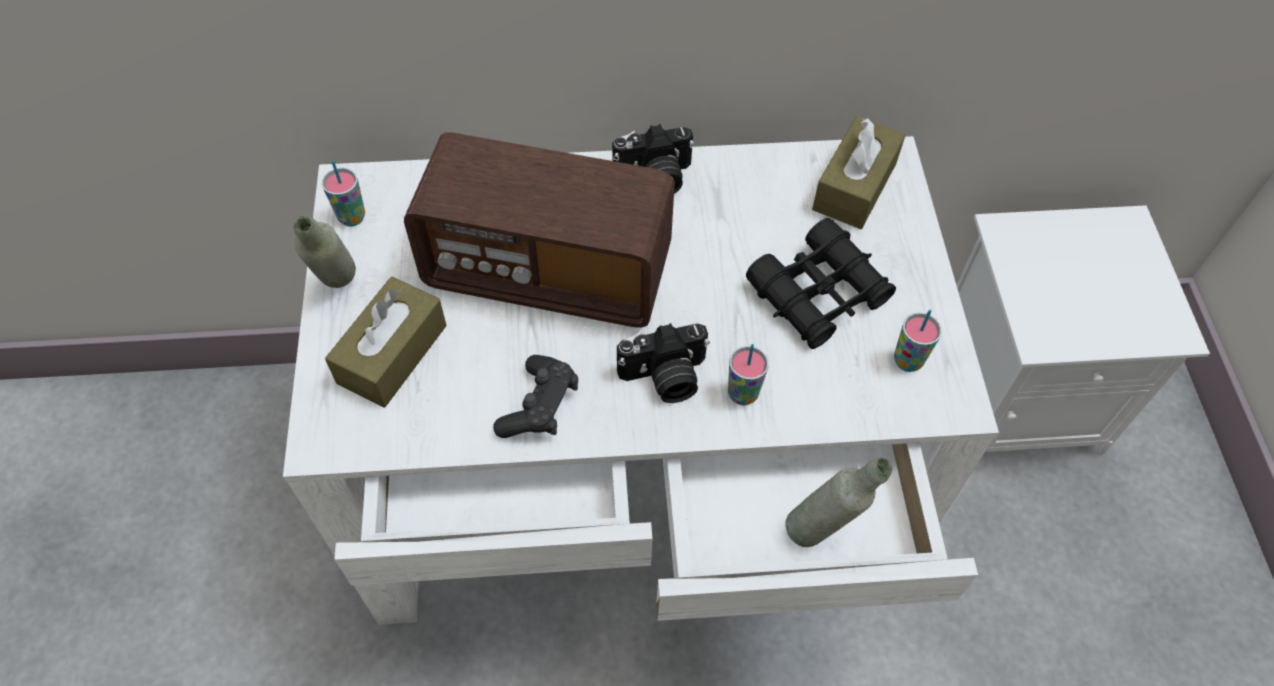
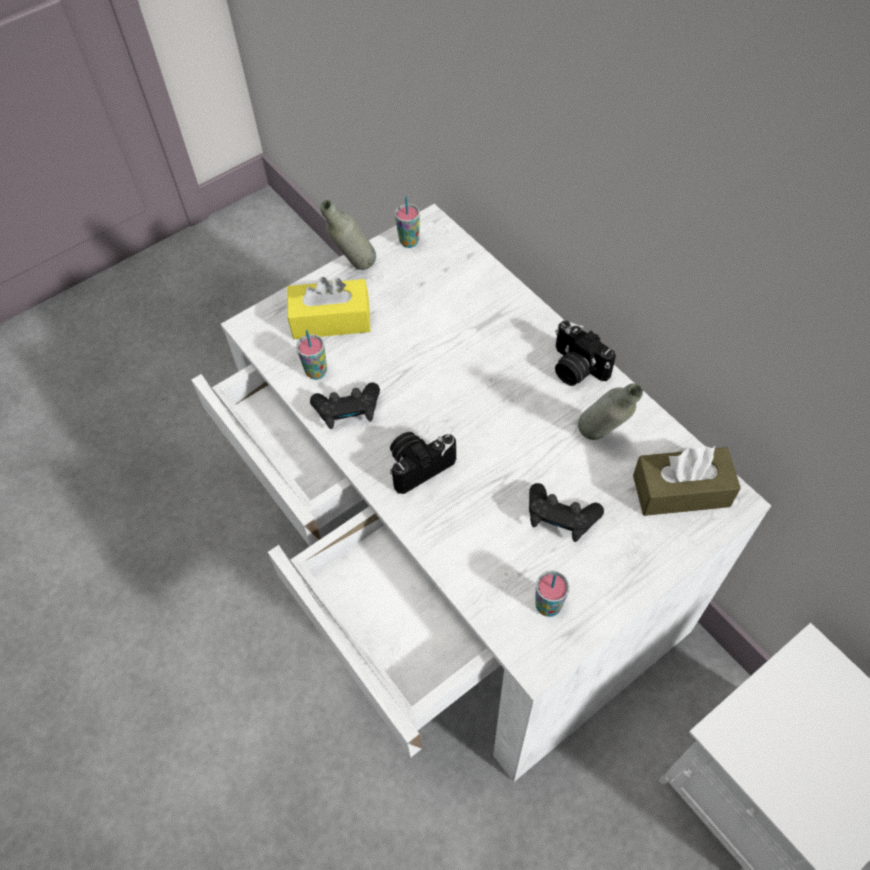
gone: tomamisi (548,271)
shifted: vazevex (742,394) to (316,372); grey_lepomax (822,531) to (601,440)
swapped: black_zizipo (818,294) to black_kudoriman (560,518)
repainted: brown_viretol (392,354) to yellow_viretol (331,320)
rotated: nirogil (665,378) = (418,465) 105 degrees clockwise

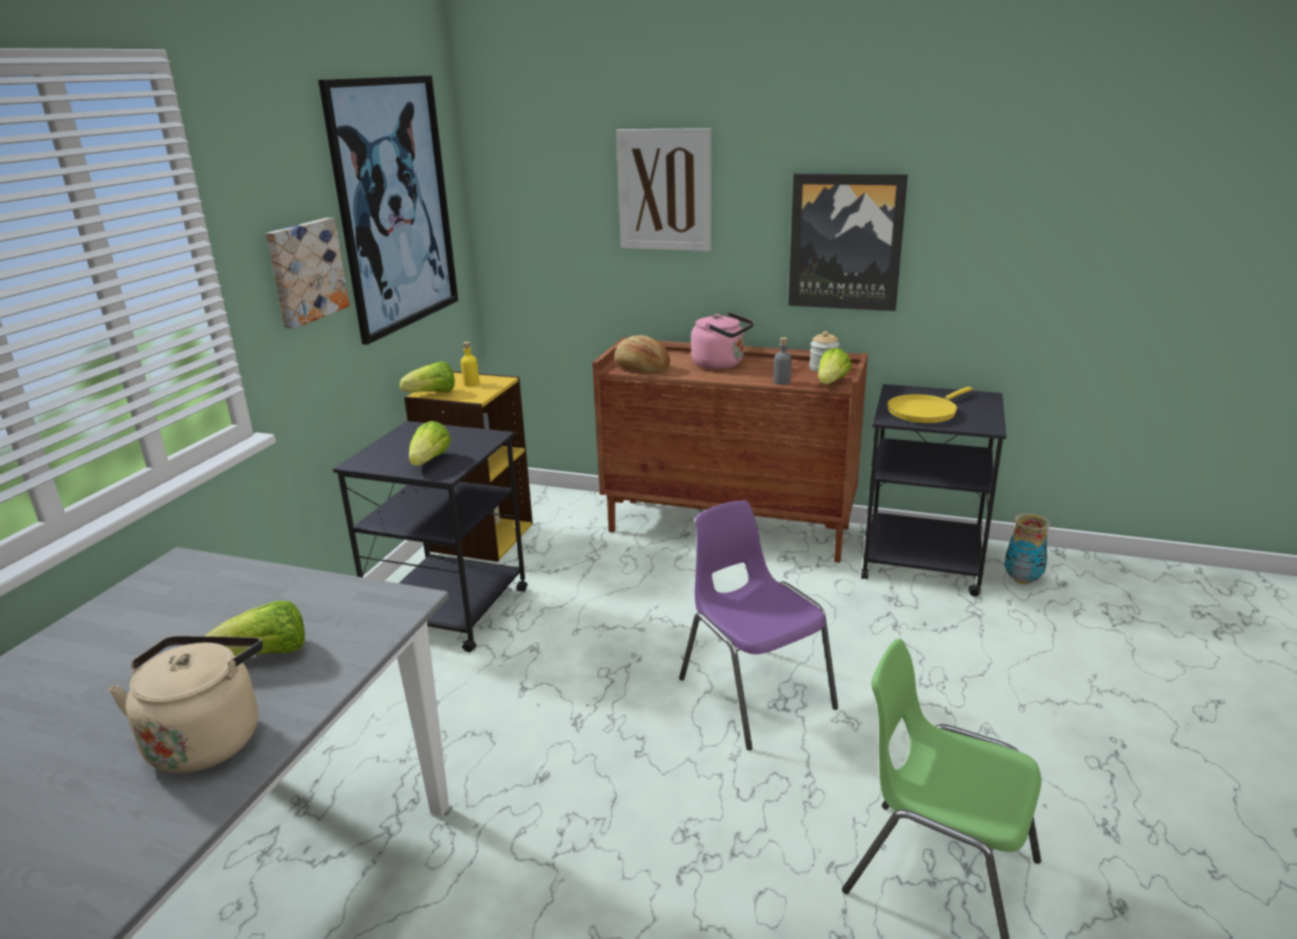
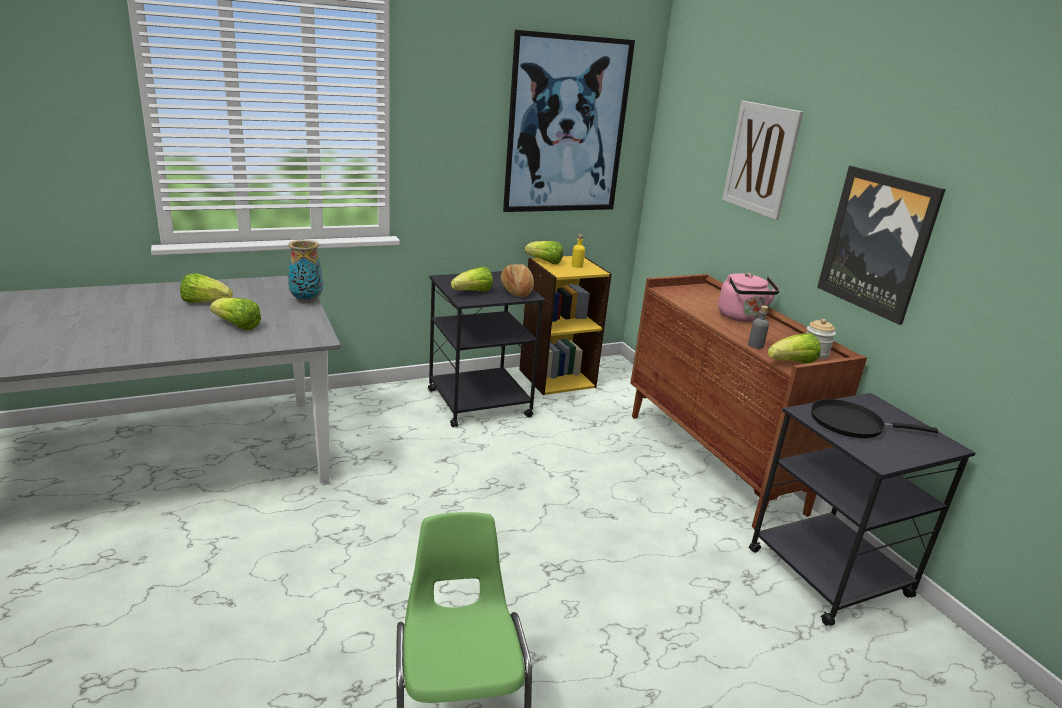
gone: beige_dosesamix (207,738); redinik (305,271); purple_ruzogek (754,692)
new: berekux (205,303)
shifted: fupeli (1022,580) to (307,300); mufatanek (641,368) to (517,290)
repainted: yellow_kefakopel (924,411) to black_kefakopel (851,424)

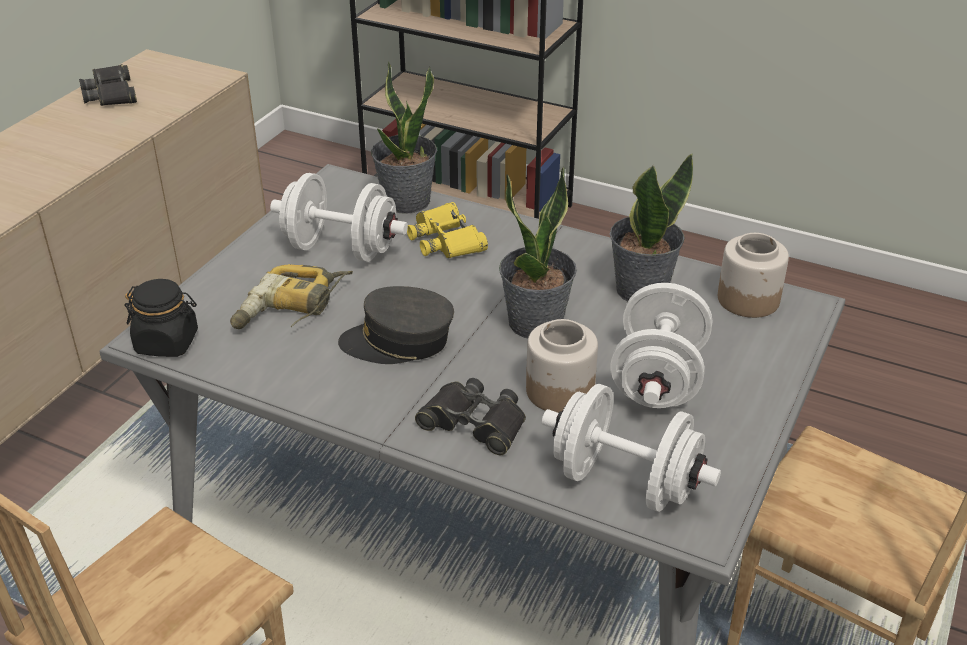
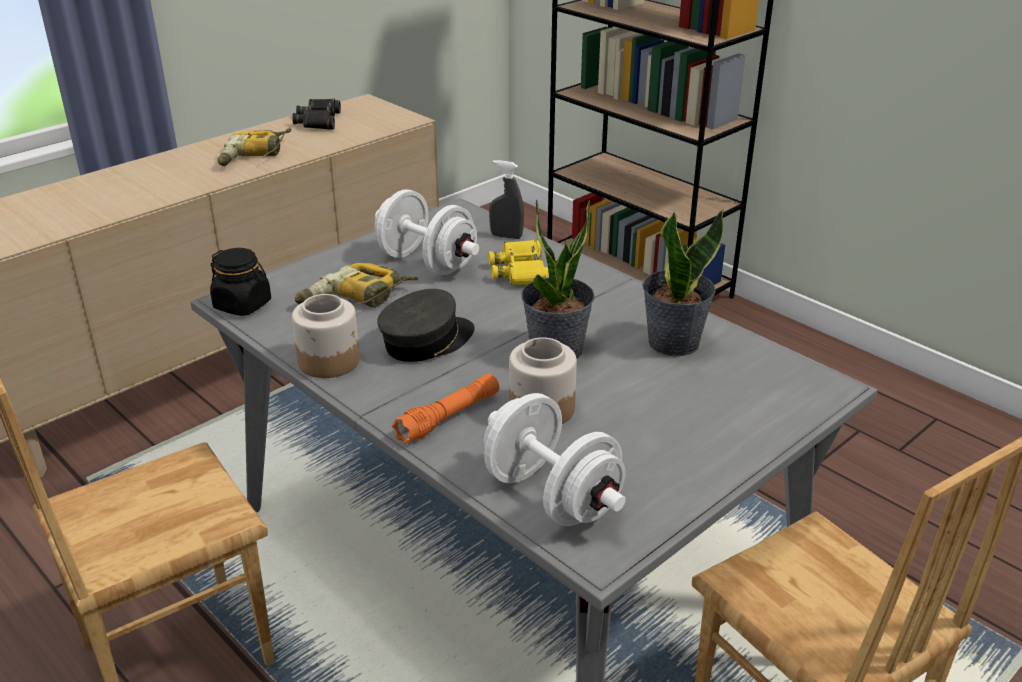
gone: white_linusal (658,379)
new: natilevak (255,156)
shifted: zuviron (748,299) to (329,361)
swapped: black_zizipo (474,423) to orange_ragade (448,417); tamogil (406,202) to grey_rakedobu (506,236)
rotated: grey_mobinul (398,342) = (427,341) 120 degrees clockwise

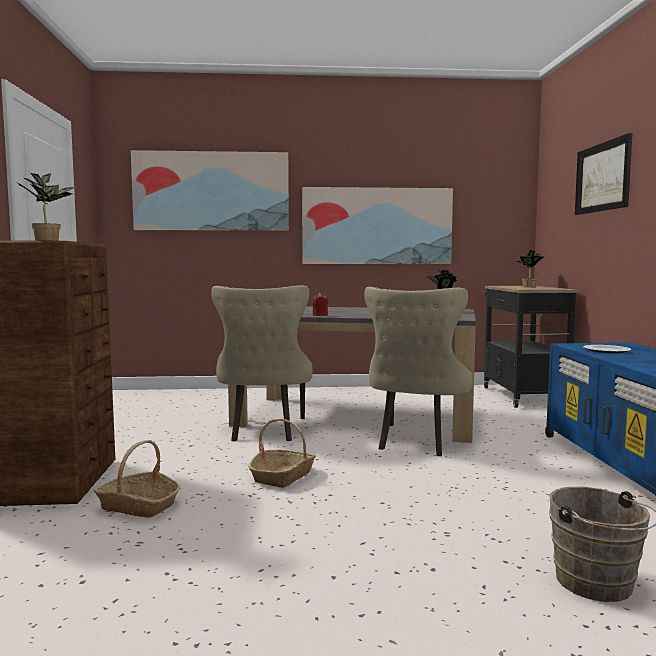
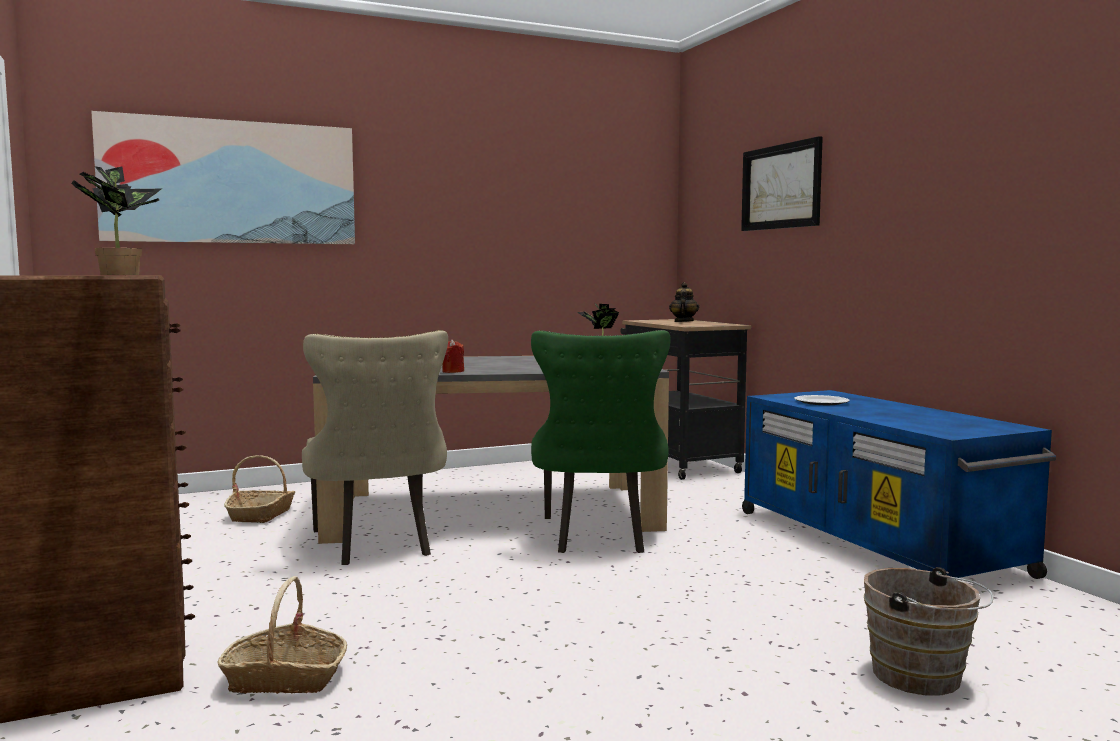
gone: redinik (377,226)
shifted: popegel (283,476) to (261,514)
swapped: tamogil (529,287) to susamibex (683,322)
repainted: beige_ruzogek (417,440) to green_ruzogek (598,535)

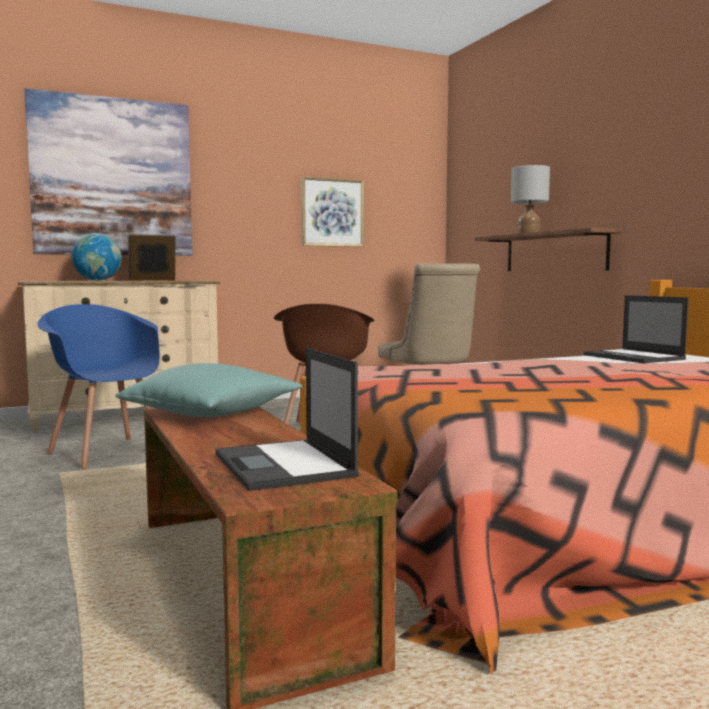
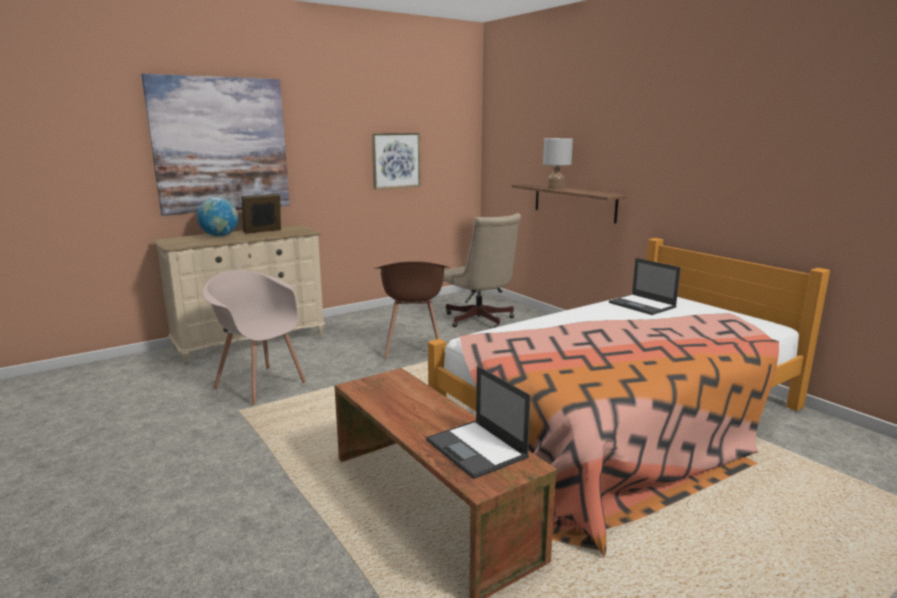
gone: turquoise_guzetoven (212,413)
repainted: blue_ruzogek (106,453) to beige_ruzogek (260,385)

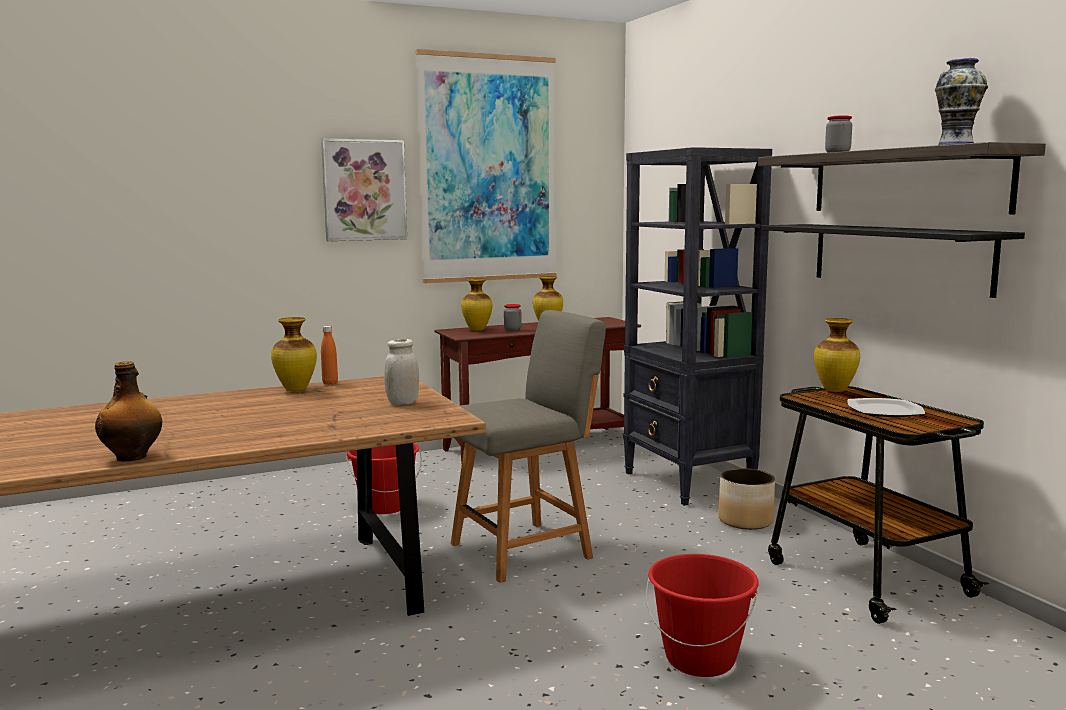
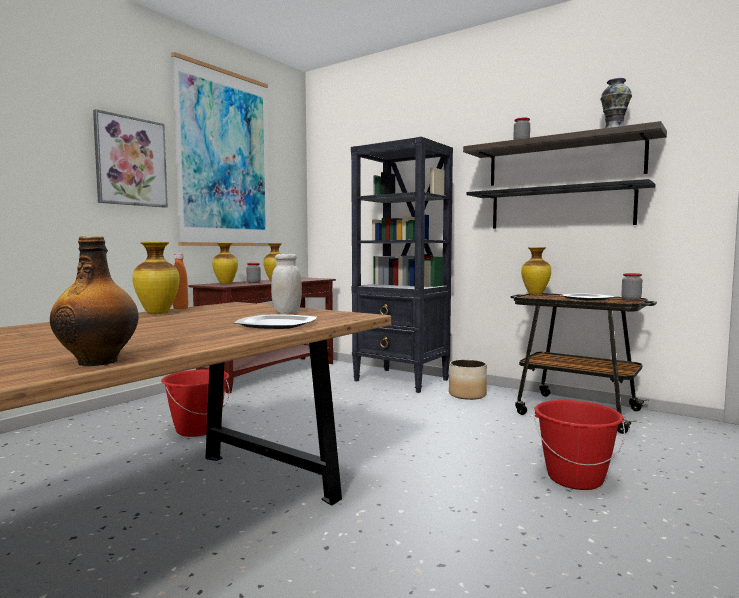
gone: grey_ruzogek (525,549)
new: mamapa (277,324); zuviron (631,299)

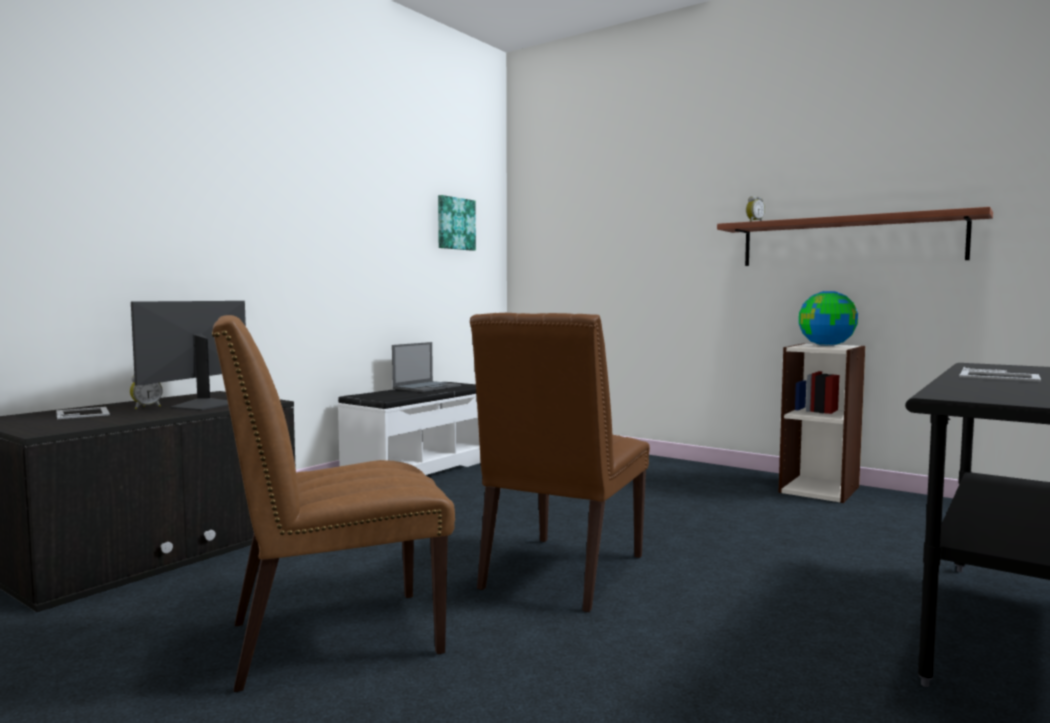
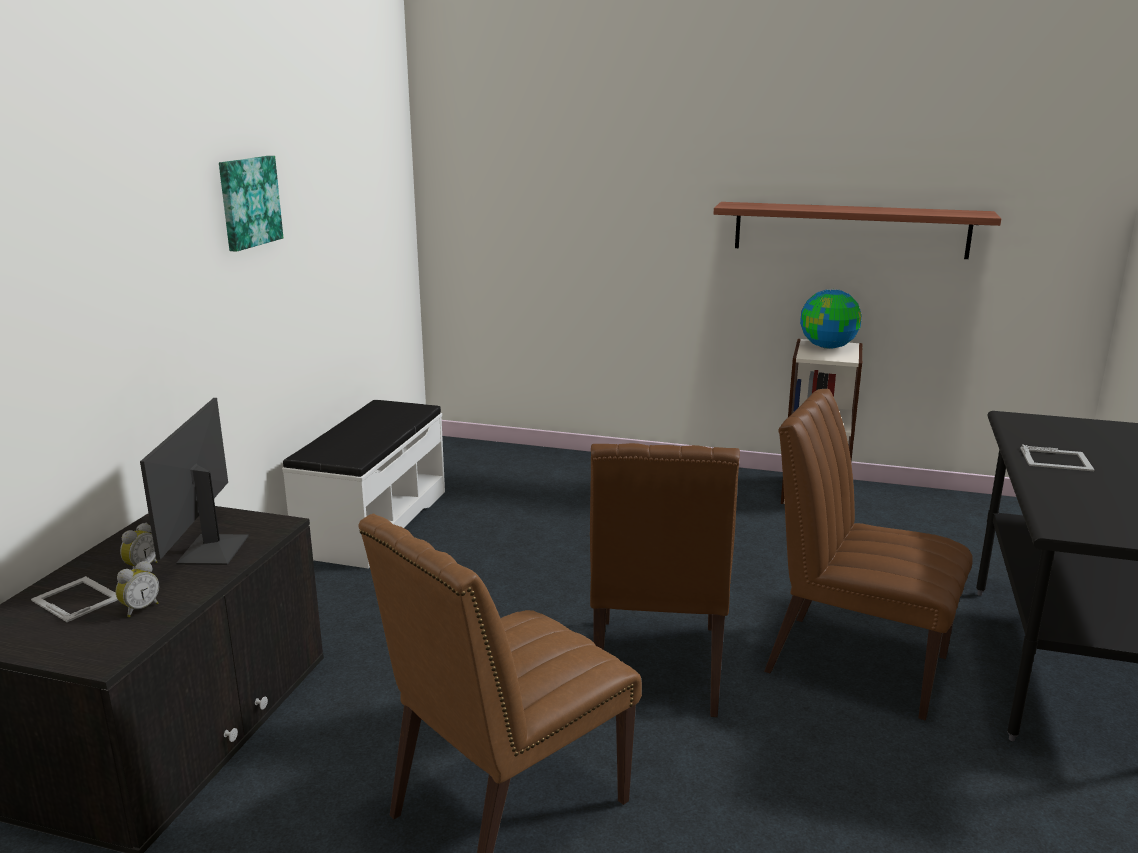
gone: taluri (427,387)
new: brown_ruzogek (857,665)
shifted: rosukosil (753,222) to (139,609); redinik (455,223) to (248,202)

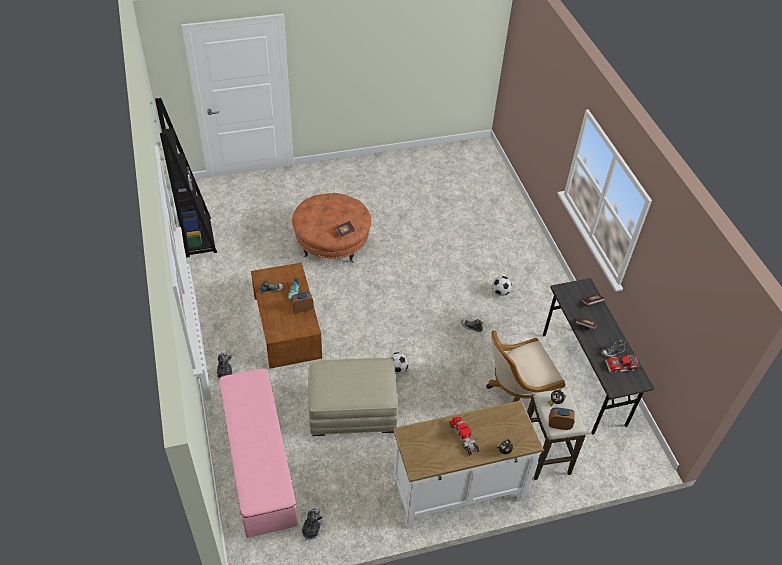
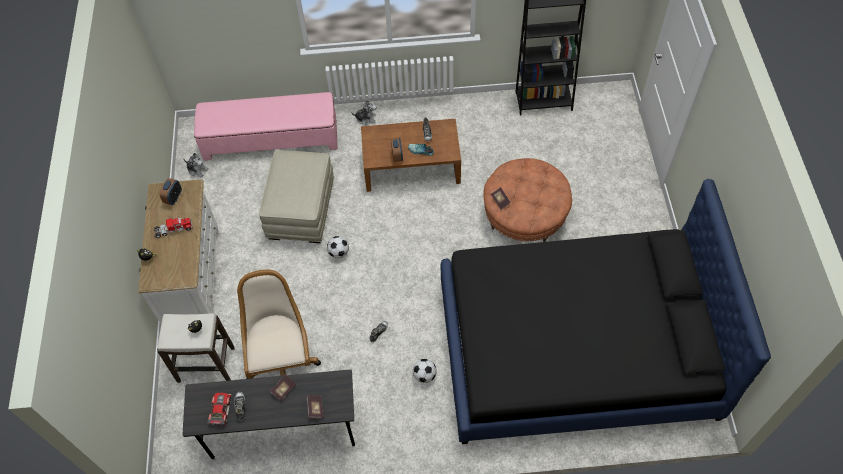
new: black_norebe (576,348)
shifted: rosukosil (559,425) to (173,198)

